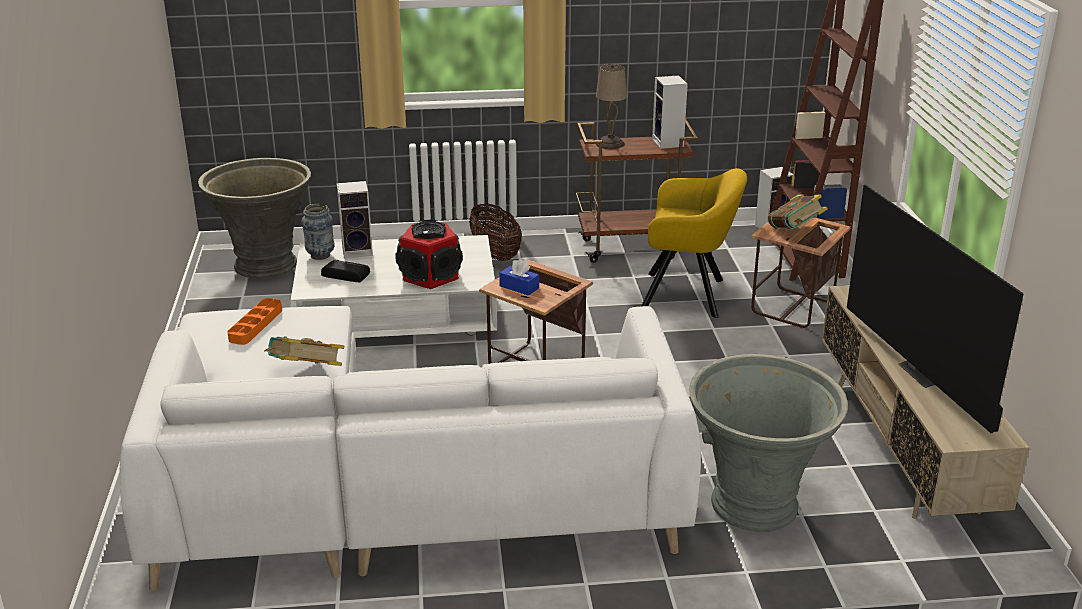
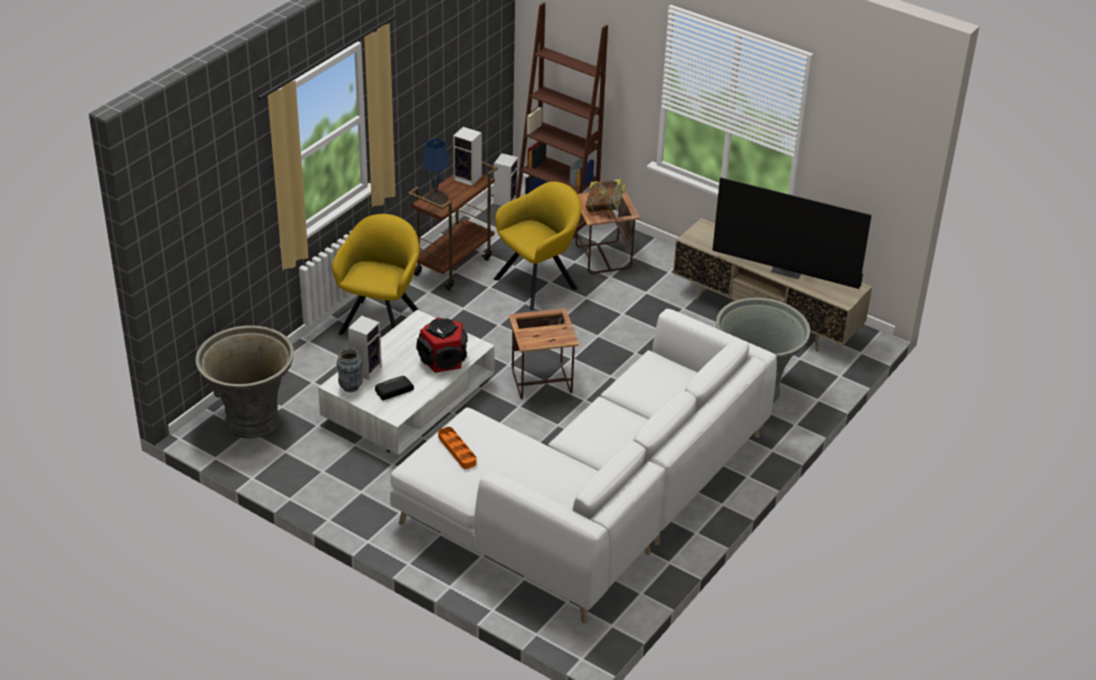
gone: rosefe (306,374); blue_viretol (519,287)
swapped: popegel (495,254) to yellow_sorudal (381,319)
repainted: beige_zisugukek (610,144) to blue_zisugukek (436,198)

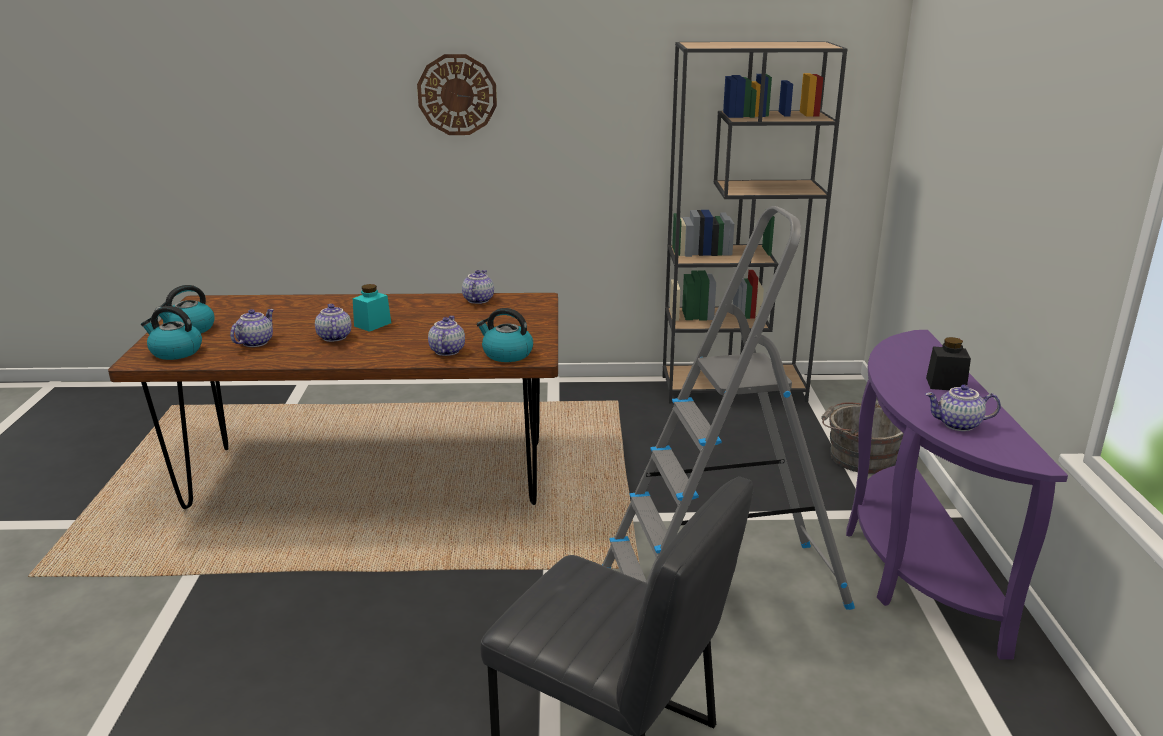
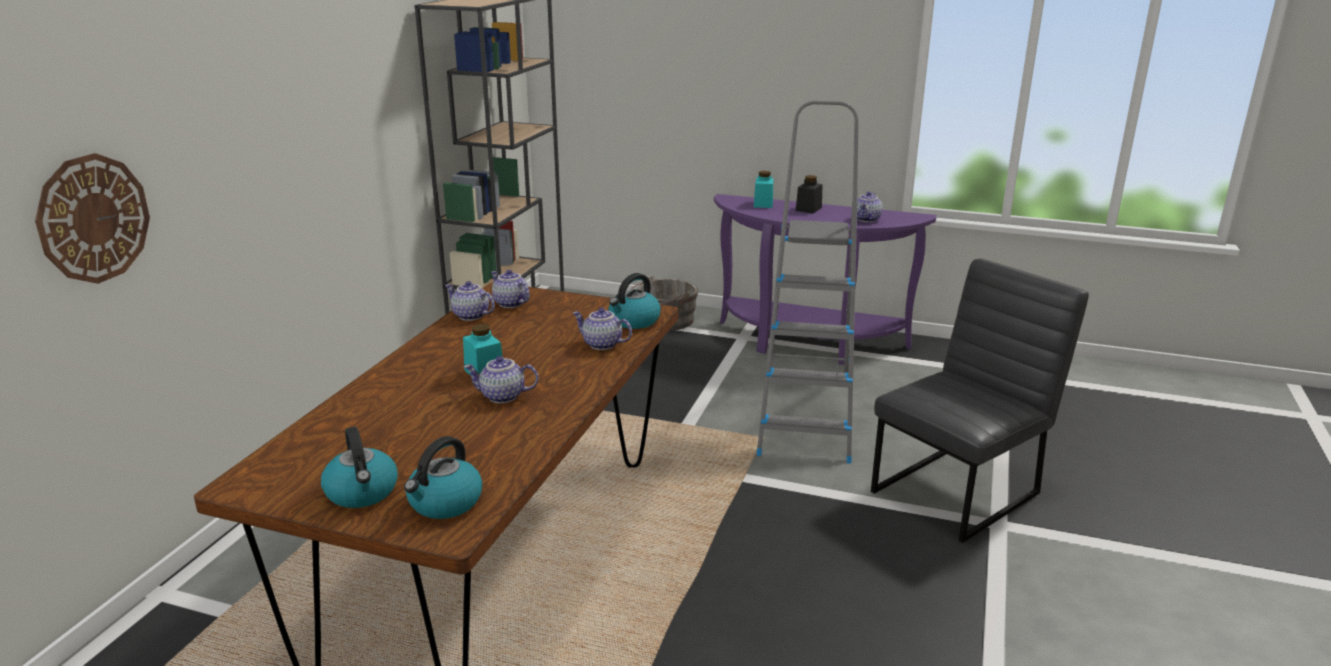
new: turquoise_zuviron (763,204)
shifted: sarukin (457,95) to (93,218); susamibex (255,342) to (510,303)

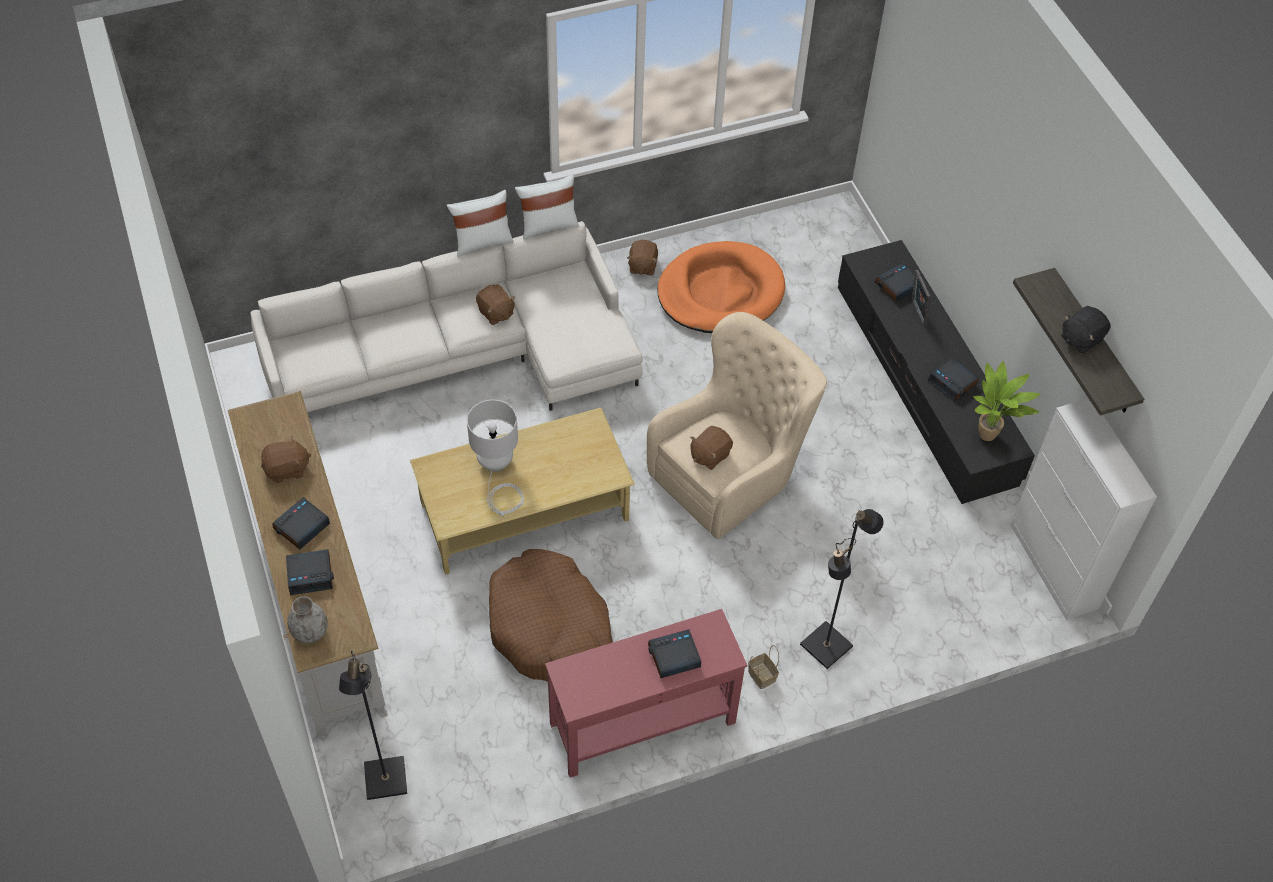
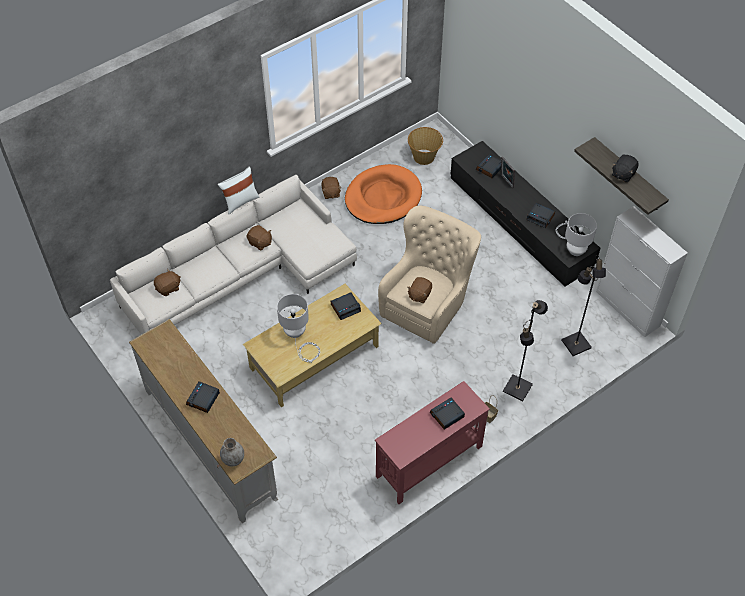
gone: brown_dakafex (549,627); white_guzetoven (548,225)
new: popegel (424,157)
shifted: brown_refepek (287,469) to (168,288); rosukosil (310,574) to (346,307); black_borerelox (385,778) to (576,344)
swapped: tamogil (990,436) to grey_zisugukek (572,243)

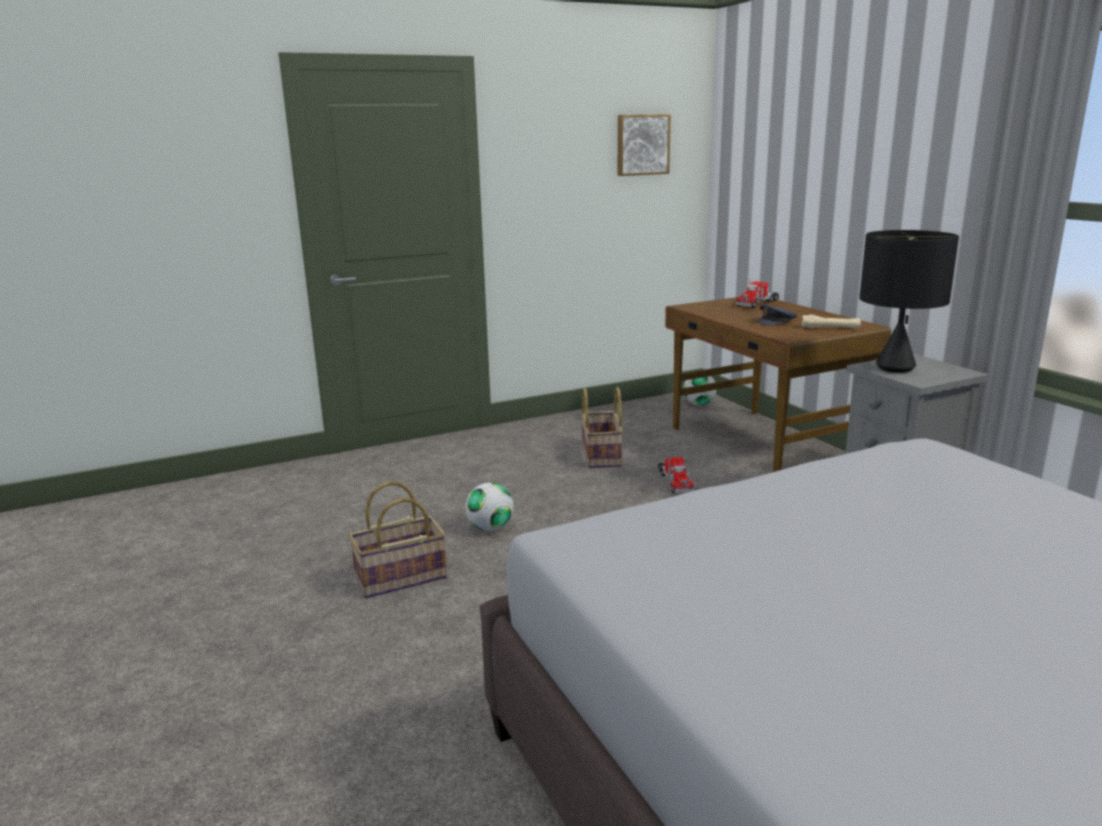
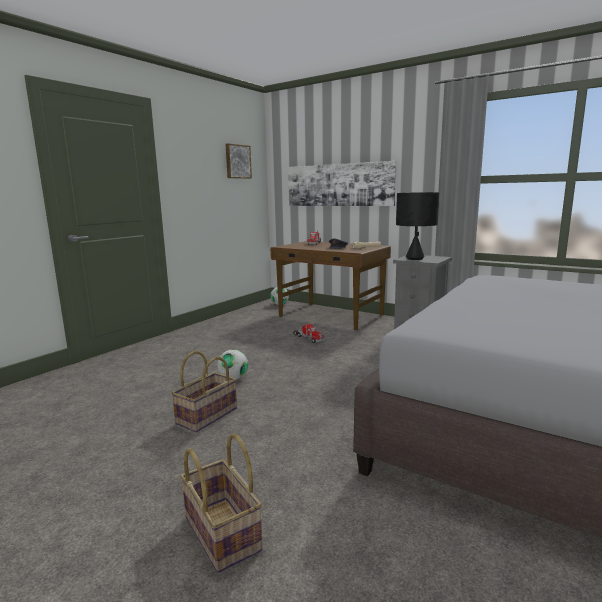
new: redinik (339,185)
shifted: popegel (602,456) to (223,533)

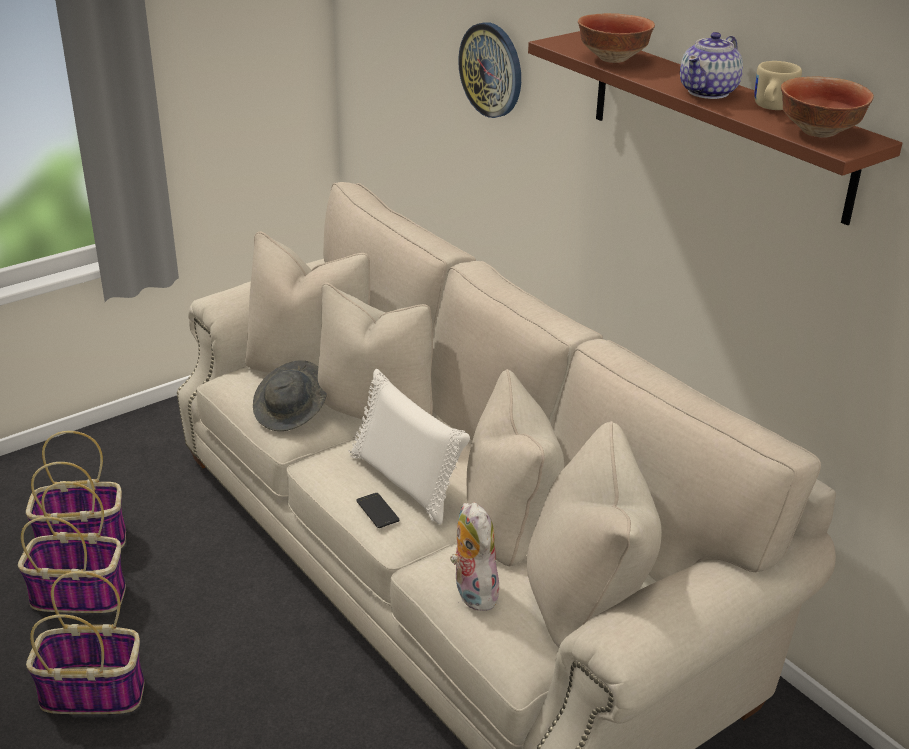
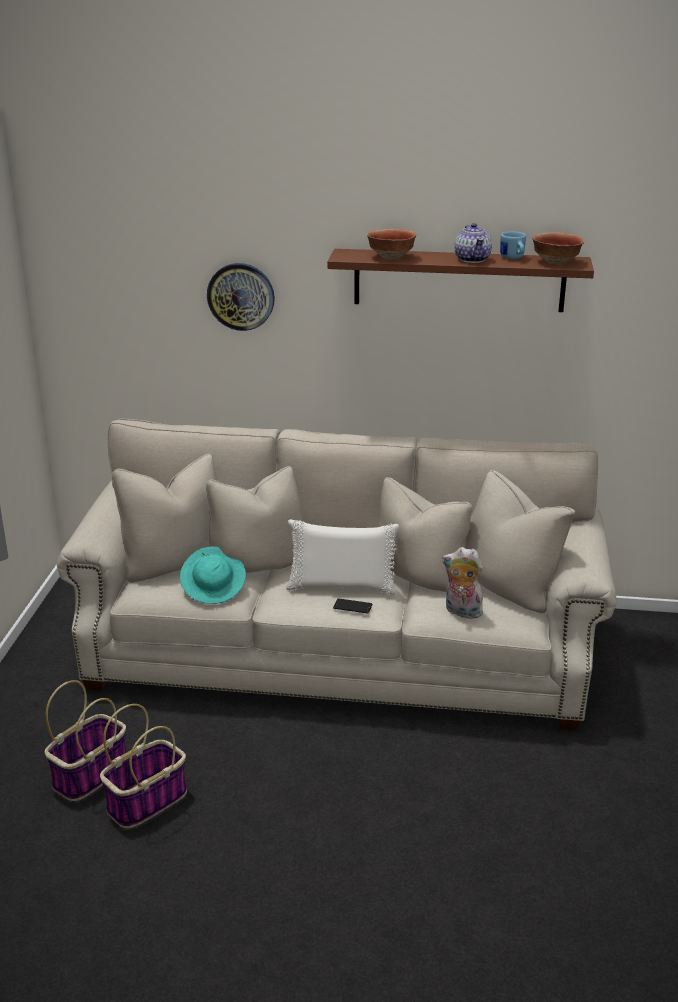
gone: popegel (95,692)
repainted: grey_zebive (291,412) to turquoise_zebive (214,588); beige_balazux (770,108) to blue_balazux (513,258)

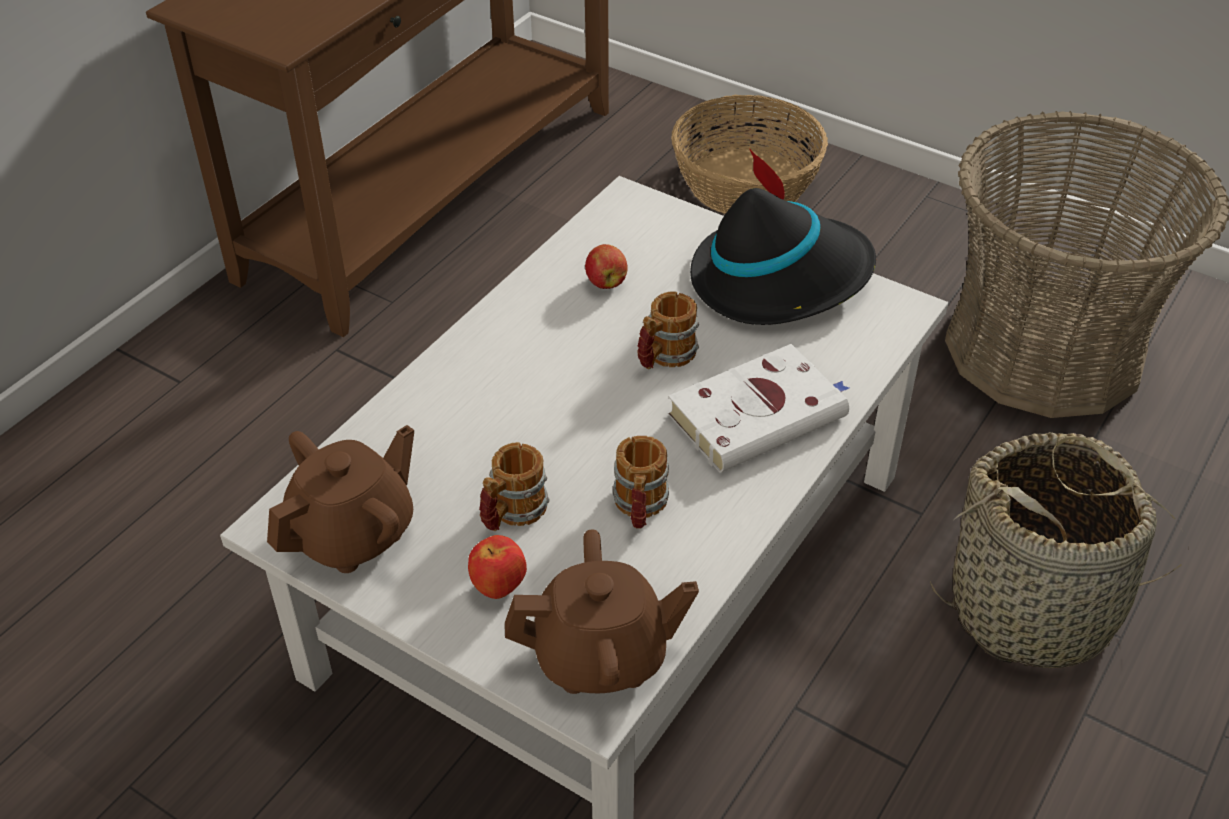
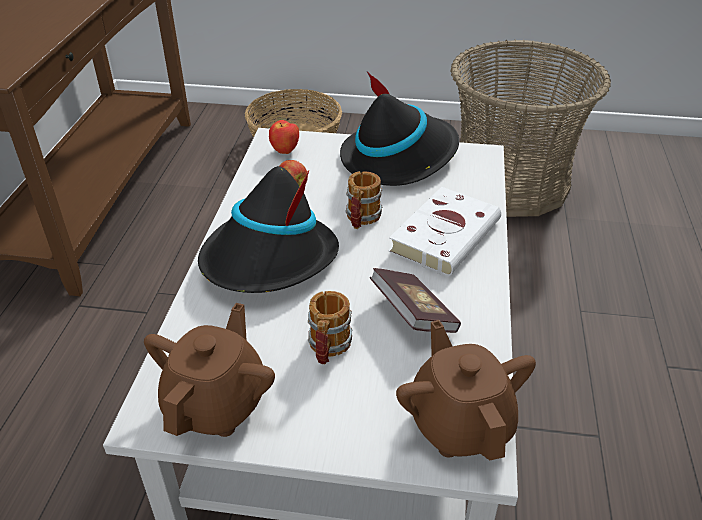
gone: popegel (1033,608)
new: black_zebive (269,259)
shifted: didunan (499,588) to (285,151)
swapped: balazux (640,508) to rosefe (413,315)
rotated: brown_susamibex (601,656) = (460,423) 75 degrees counterclockwise

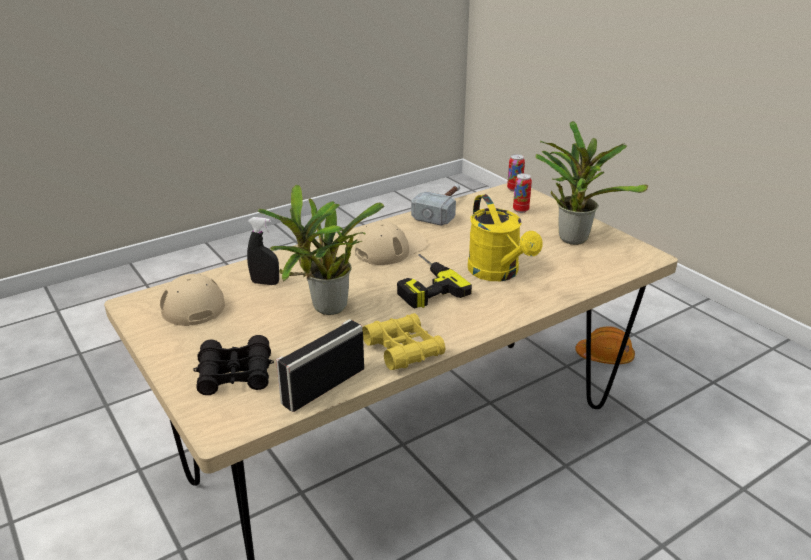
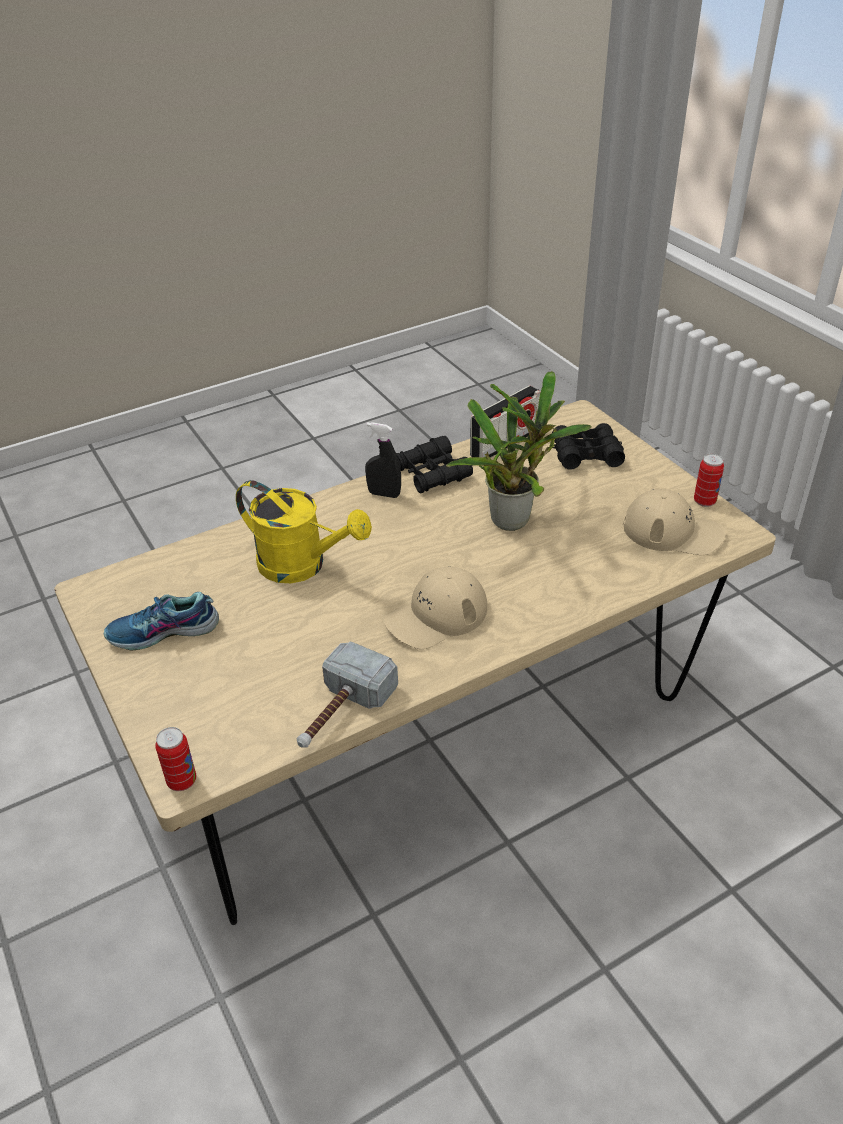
gone: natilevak (422,285); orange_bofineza (605,356)
shifted: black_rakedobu (265,283) to (384,494); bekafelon (520,210) to (704,501)
swapped: tamogil (572,237) to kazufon (164,633)
repainted: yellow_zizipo (403,349) to black_zizipo (432,473)
rotated: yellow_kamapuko (498,273) = (302,566) 135 degrees clockwise; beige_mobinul (190,303) = (673,531) 45 degrees counterclockwise

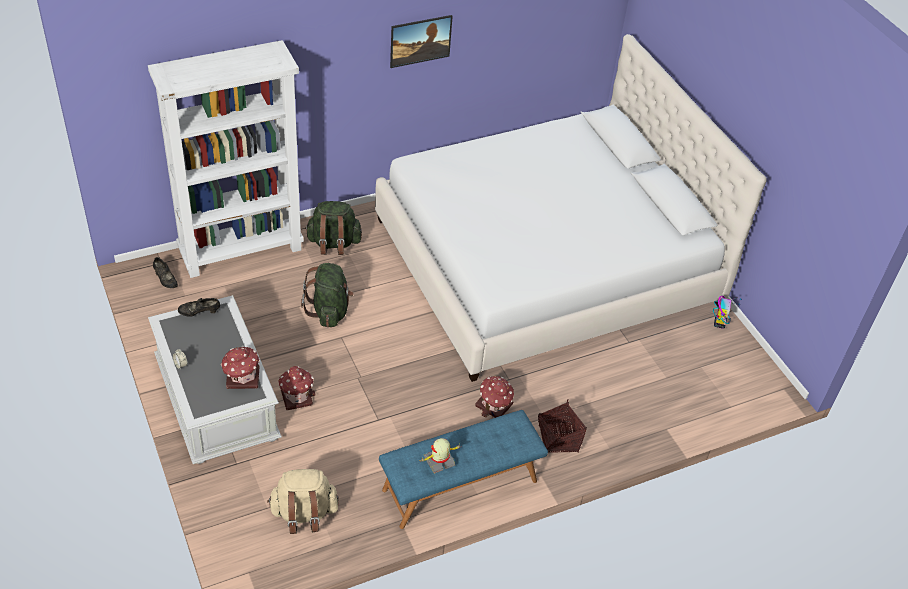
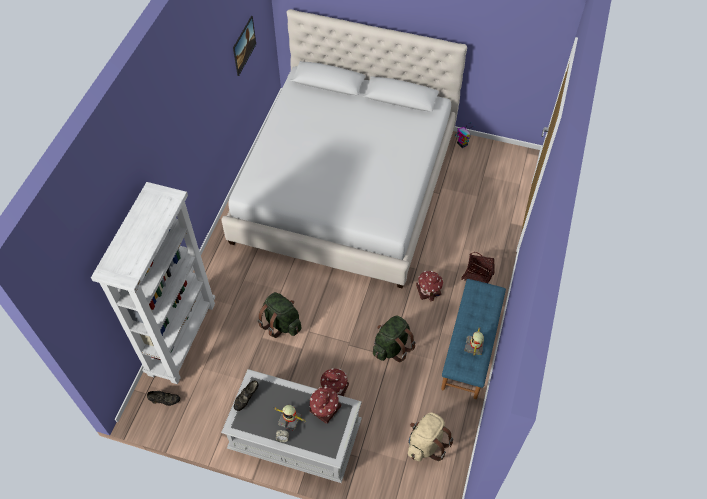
new: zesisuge (290,419)
shifted: redinik (420,51) to (245,52); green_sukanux (333,243) to (392,347)

